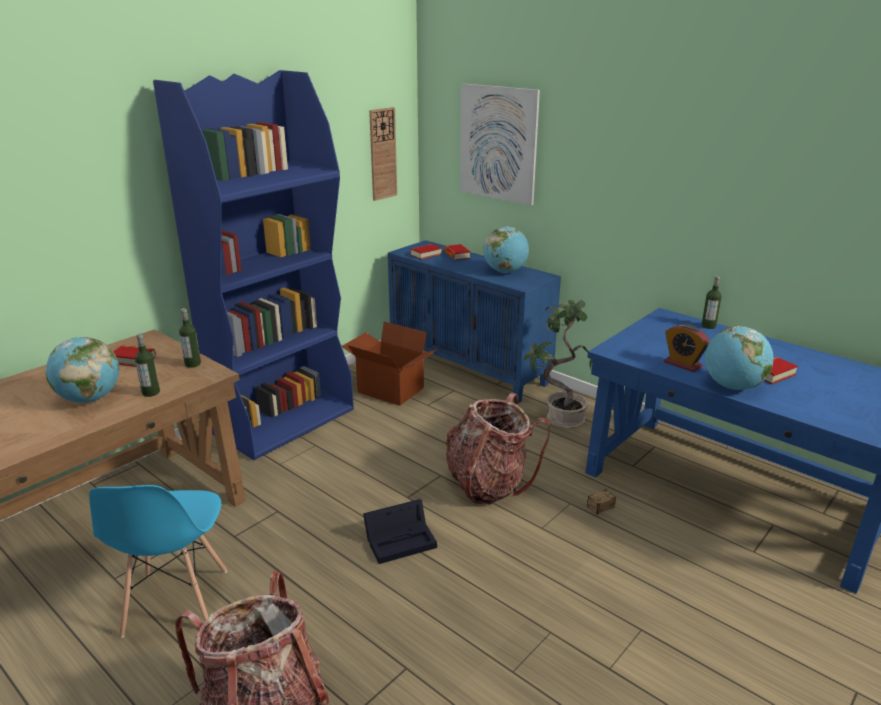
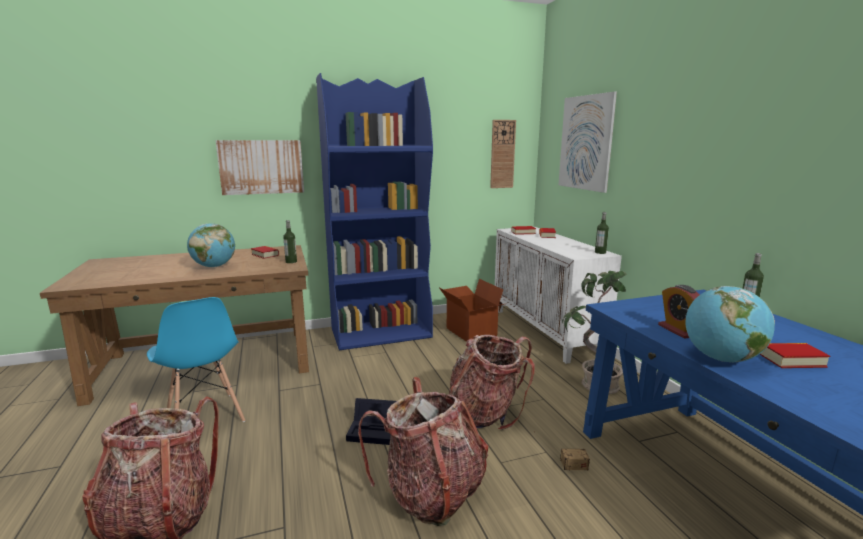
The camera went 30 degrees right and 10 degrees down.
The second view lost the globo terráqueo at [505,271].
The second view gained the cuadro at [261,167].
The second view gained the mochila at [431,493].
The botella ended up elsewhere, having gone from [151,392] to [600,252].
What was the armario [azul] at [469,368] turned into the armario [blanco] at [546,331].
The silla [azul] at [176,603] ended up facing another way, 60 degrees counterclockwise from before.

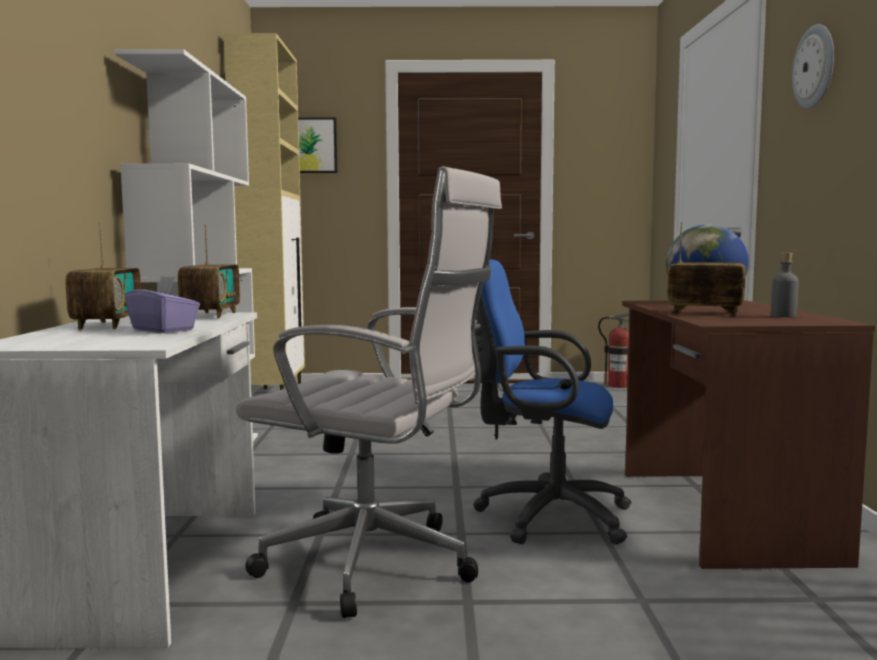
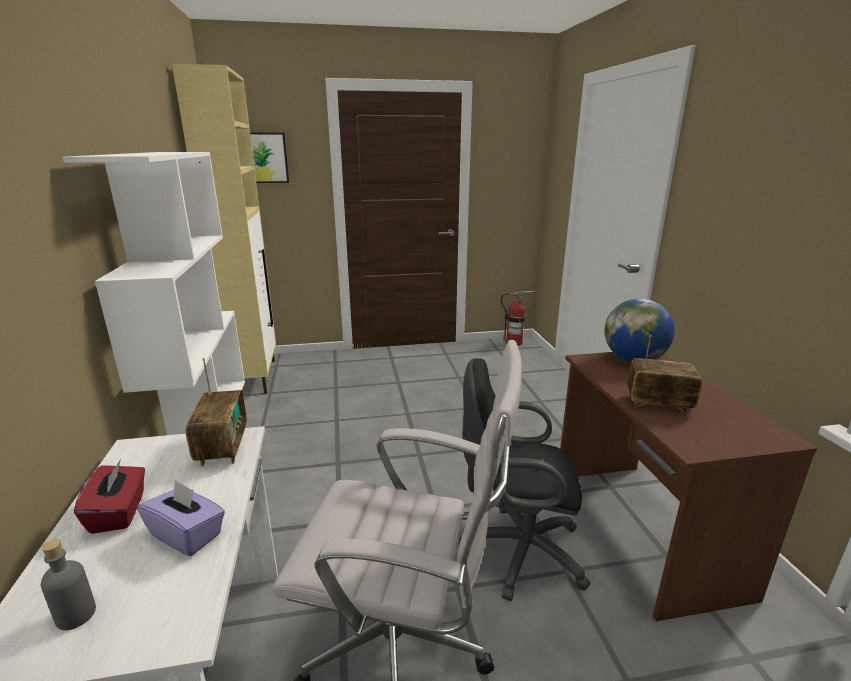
The camera went 10 degrees left and 15 degrees up.
The second view lost the reloj de pared at [815,67].
The botella [gris] ended up elsewhere, having gone from [783,316] to [76,615].
Where the radio stood at [107,325], the caja de pañuelos [rojo] came to stand at [119,512].
What was the silla de oficina [azul] at [545,516] turned into the silla de oficina [negro] at [516,551].

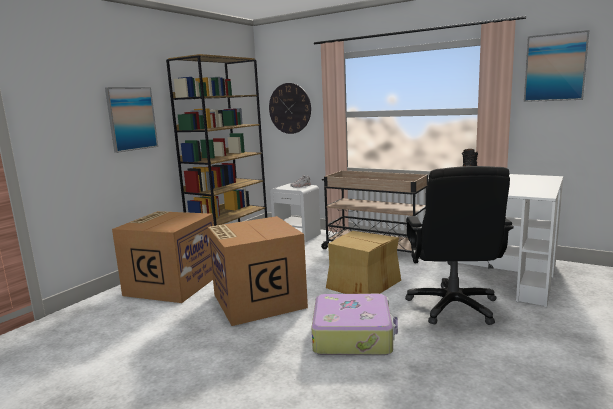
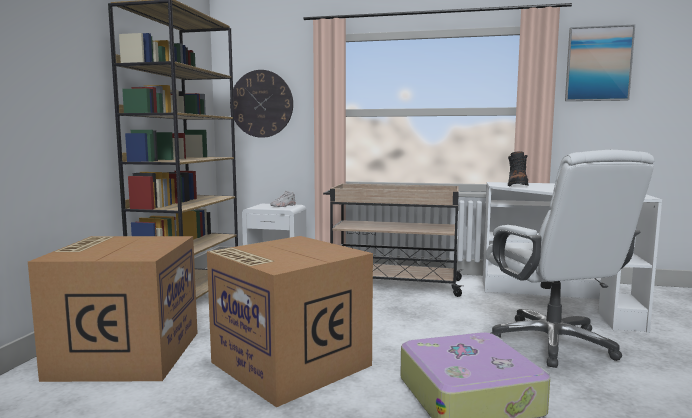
The camera went 20 degrees left and 5 degrees down.
The second view lost the cuadro at [131,118].
The second view lost the caja de cartón at [362,284].
What was the silla de oficina [negro] at [453,306] turned into the silla de oficina [blanco] at [553,343].

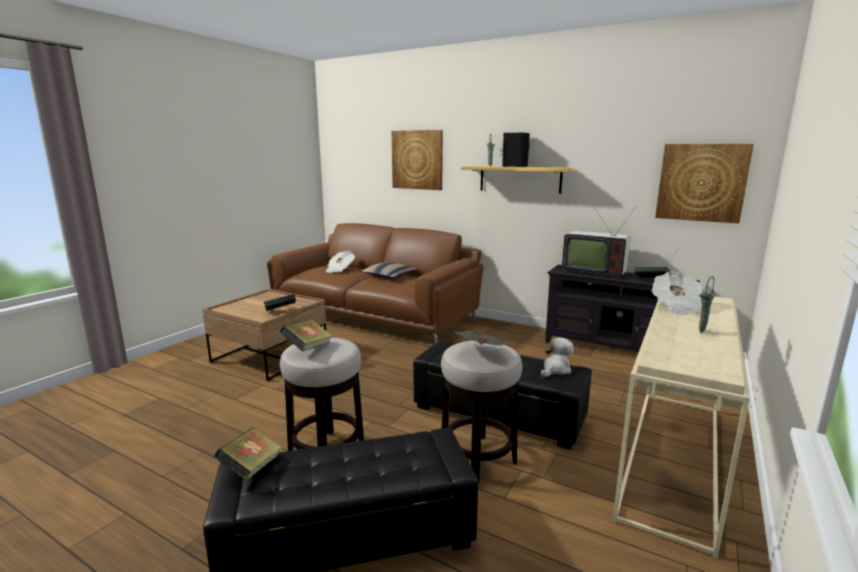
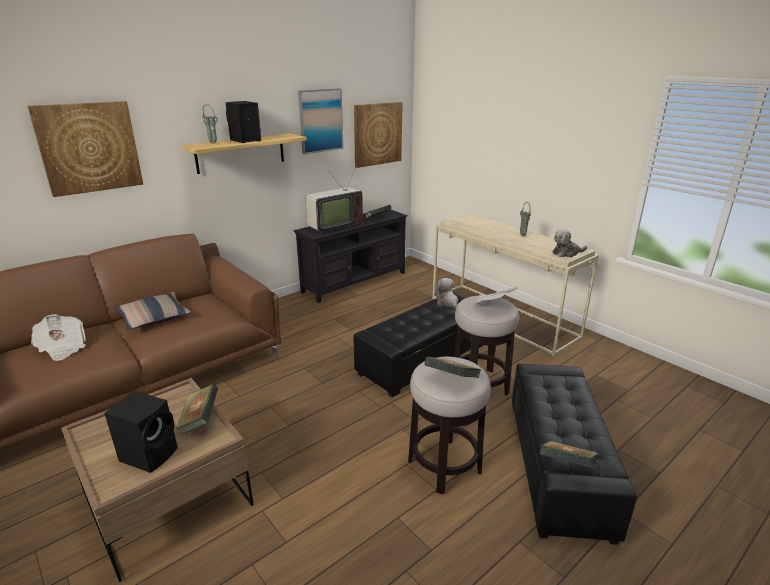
The camera went 70 degrees left and 10 degrees up.
The second view lost the periódico at [677,307].
The second view gained the altavoz [negro] at [151,454].
The second view gained the cuadro at [320,120].
The second view gained the peluche at [566,253].

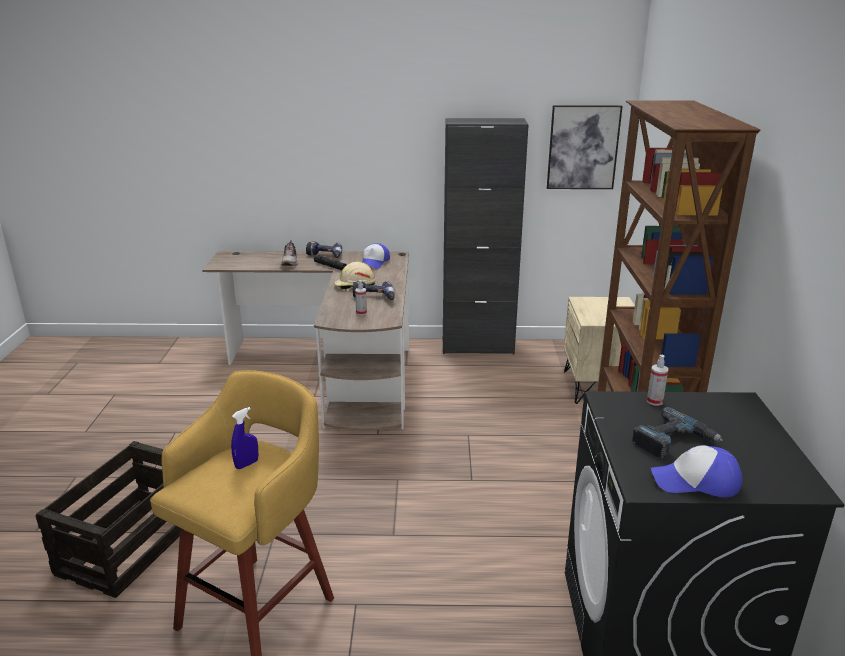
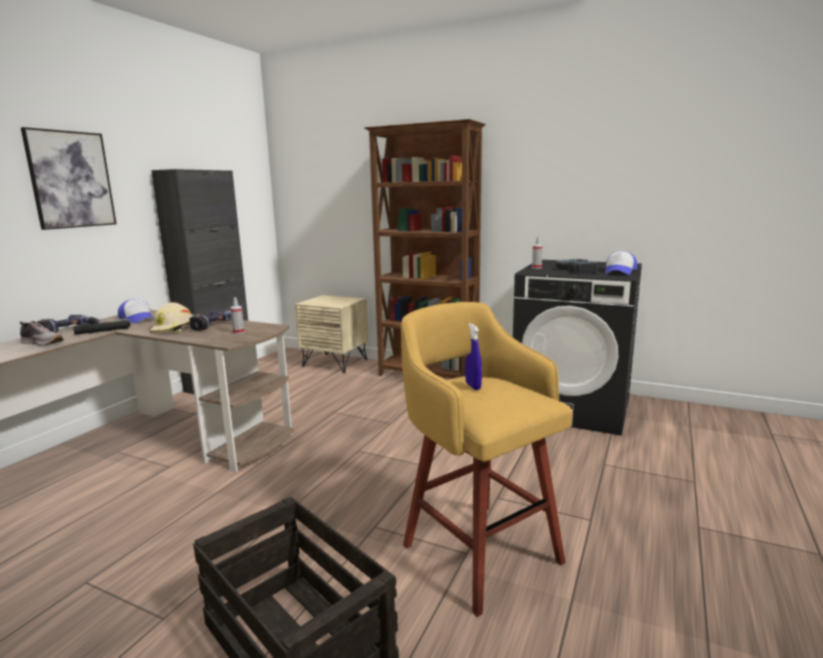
The camera went 65 degrees left and 10 degrees down.
The cuadro ended up elsewhere, having gone from [583,147] to [71,180].

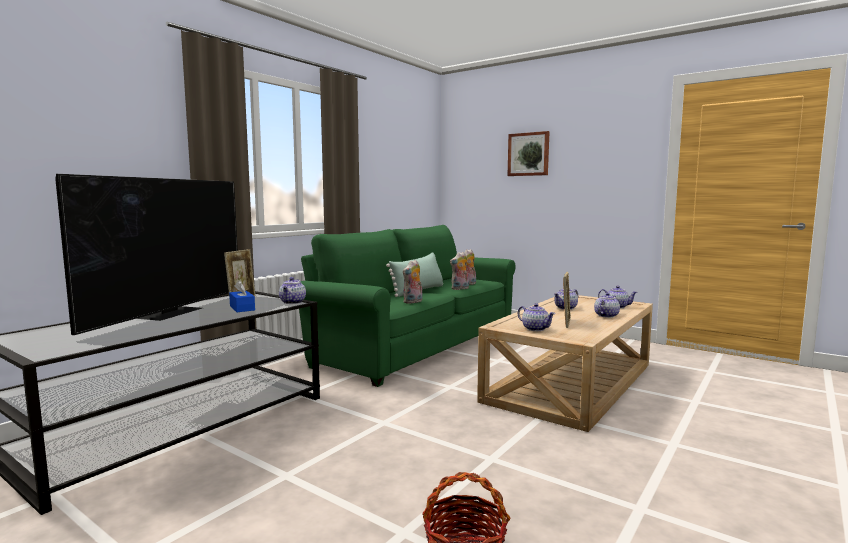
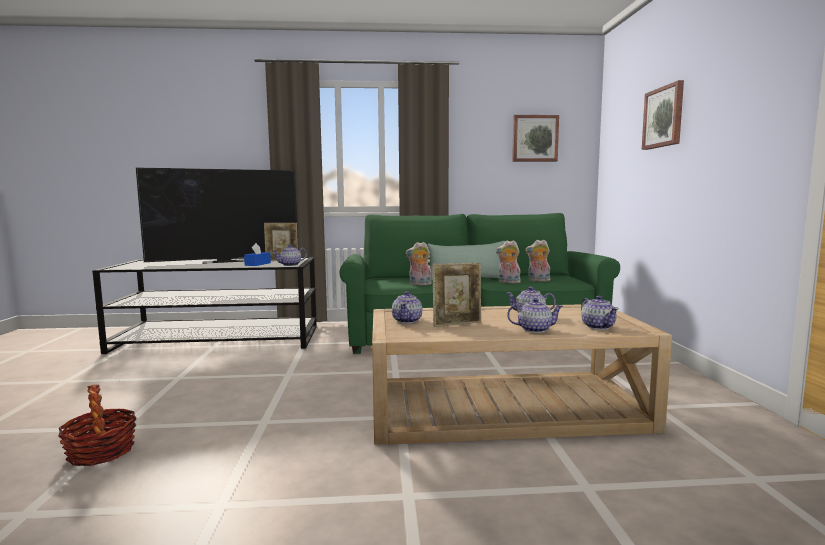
The camera went 50 degrees right and 0 degrees up.
The second view gained the cuadro at [534,138].

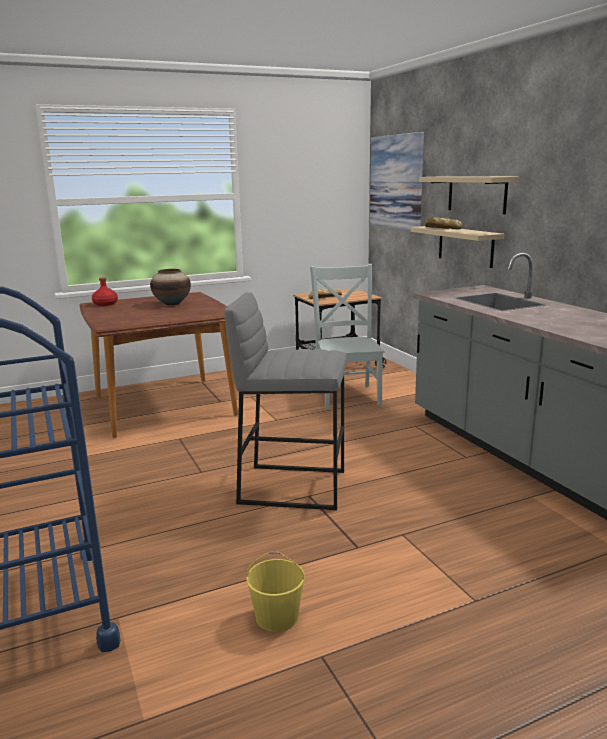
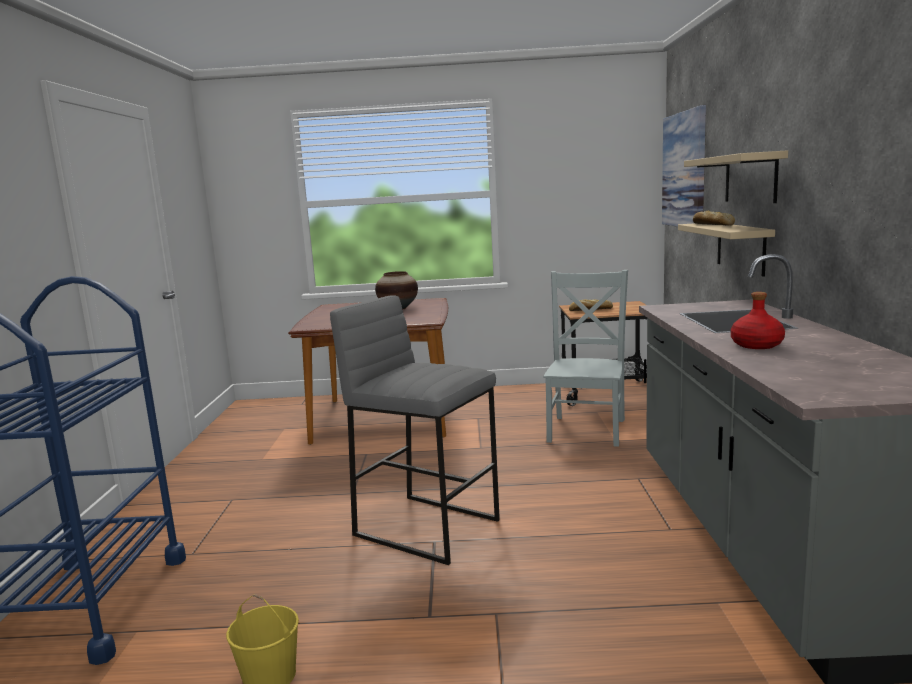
The camera went 25 degrees right and 5 degrees down.
The botella [rojo] ended up elsewhere, having gone from [105,304] to [757,345].

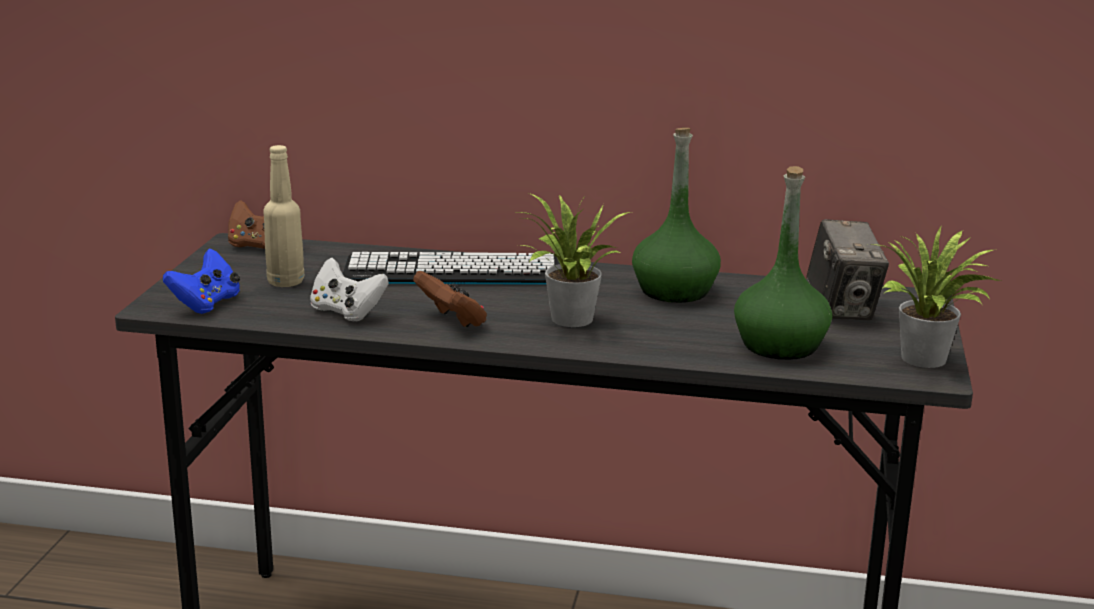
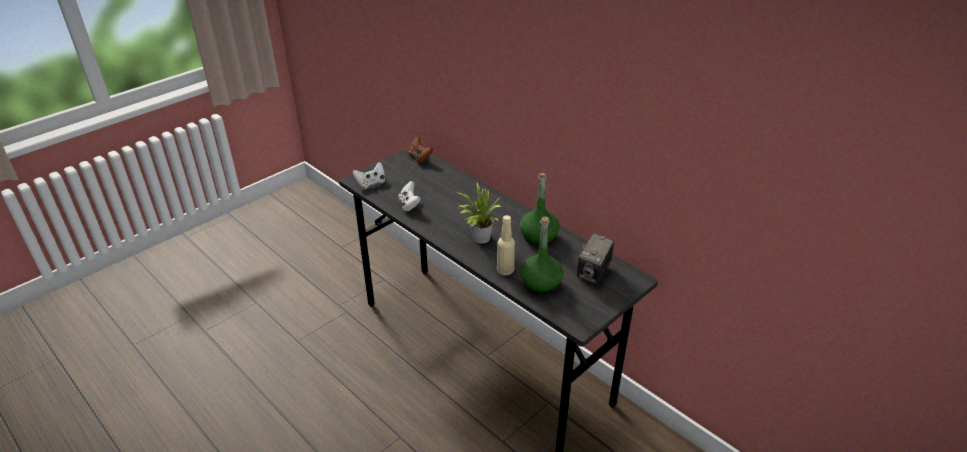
The camera went 35 degrees right and 15 degrees up.
The second view lost the teclado at [452,272].
The second view lost the mando de consola [marrón] at [452,321].
The second view lost the planta en maceta at [926,361].
The botella [beis] ended up elsewhere, having gone from [285,282] to [505,270].
What was the mando de consola [azul] at [206,304] turned into the mando de consola [blanco] at [371,183].

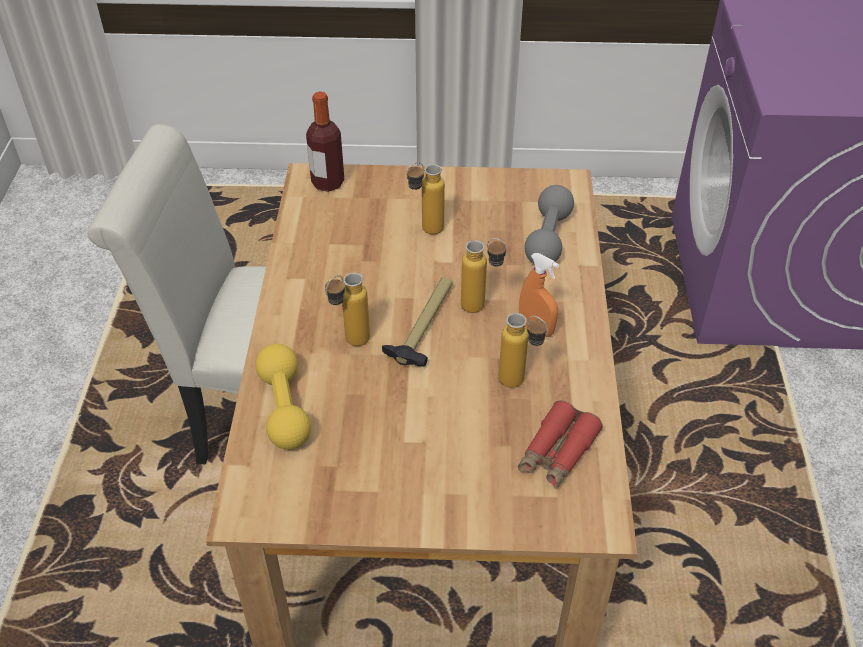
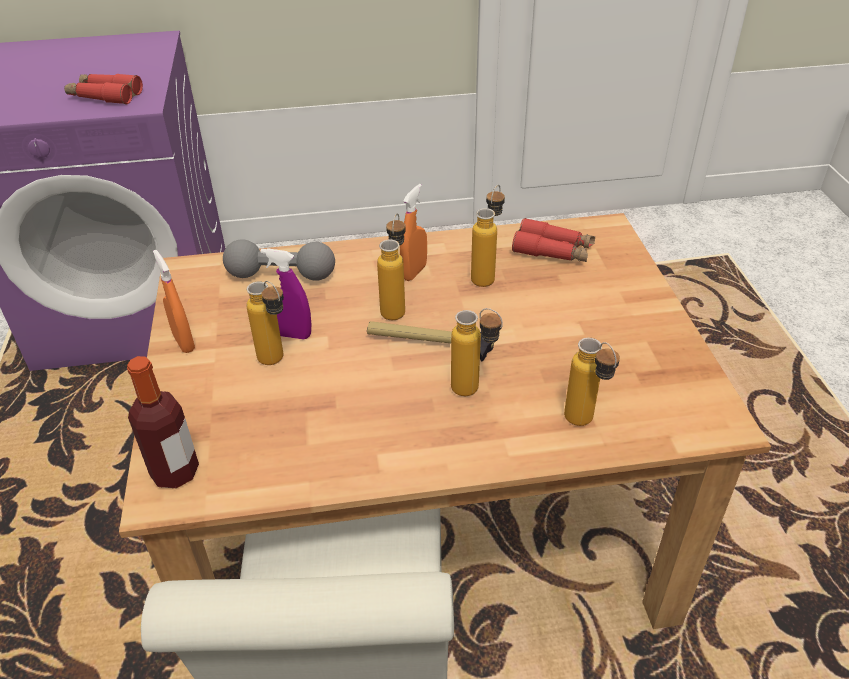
The camera went 100 degrees left and 5 degrees down.
The second view gained the prismáticos [rojo] at [105,96].
The second view gained the pulverizador [naranja] at [184,342].
The second view gained the pulverizador [morado] at [291,335].
Where the mancuerna [amarillo] stood at [284,408], the botella came to stand at [585,425].

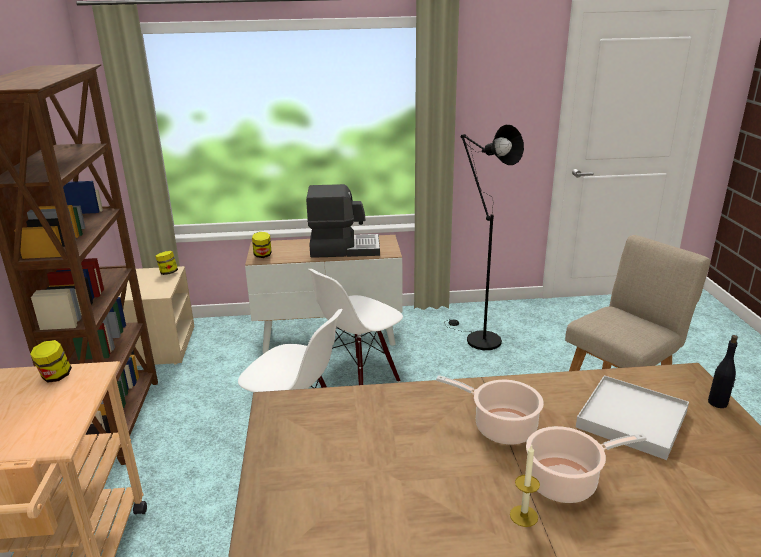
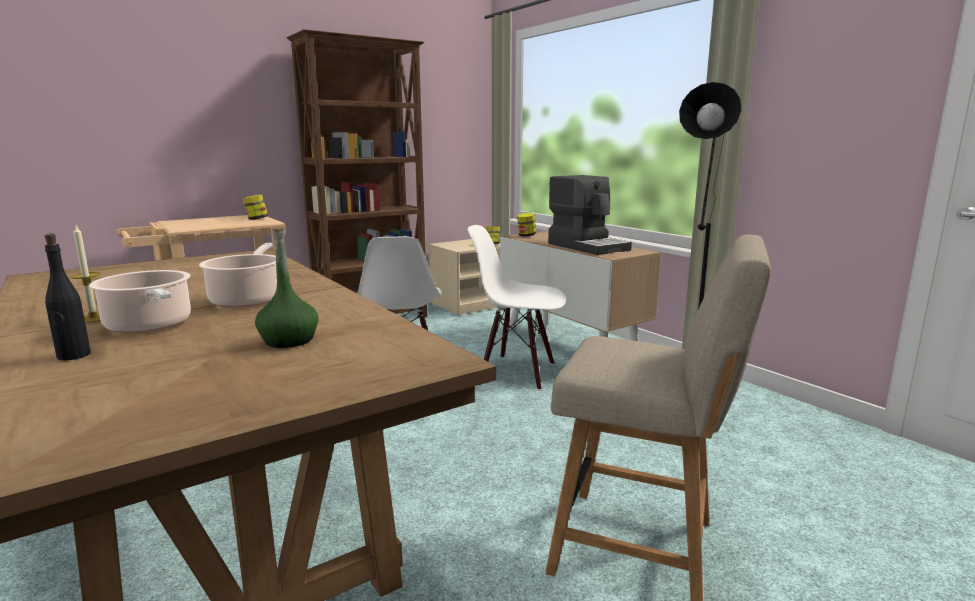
The camera went 60 degrees right and 10 degrees down.
The botella [negro] ended up elsewhere, having gone from [718,403] to [73,356].
Where the bandeja [blanco] stood at [632,419], the botella [verde] came to stand at [289,341].

